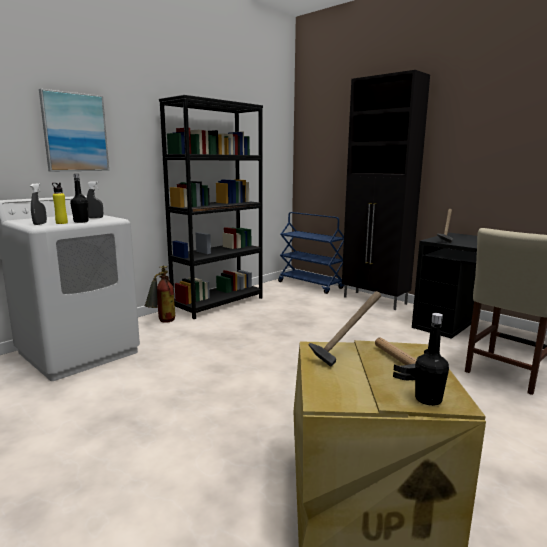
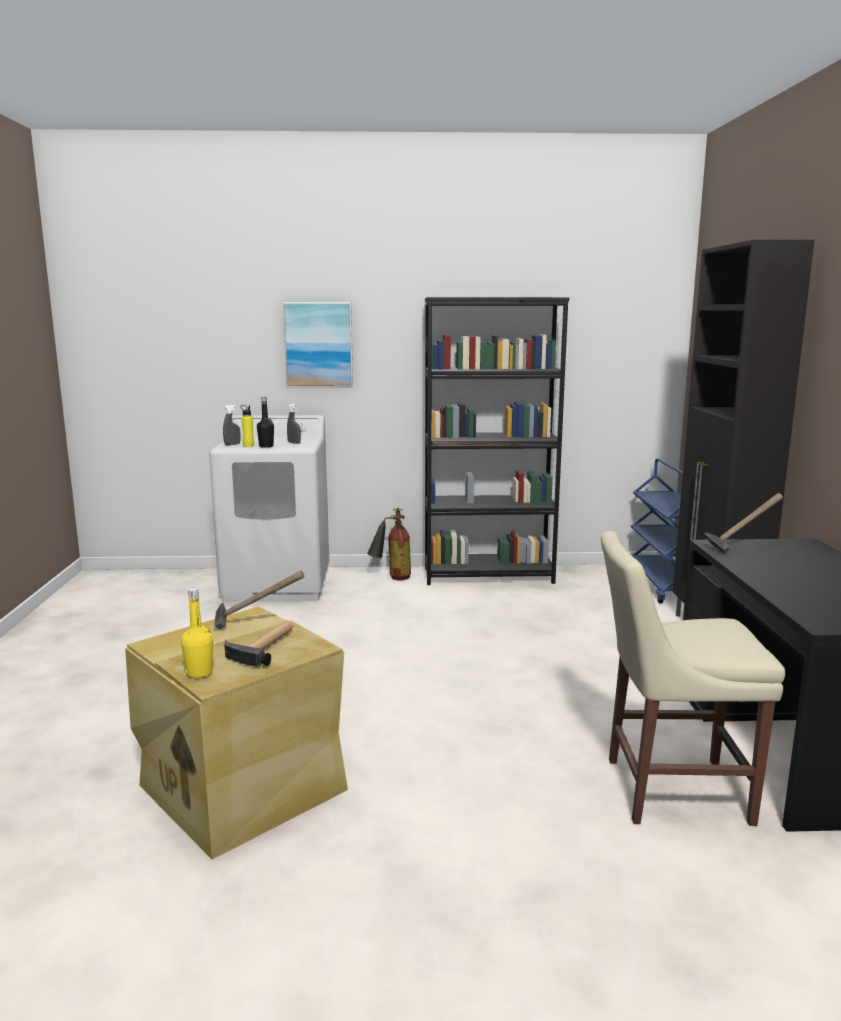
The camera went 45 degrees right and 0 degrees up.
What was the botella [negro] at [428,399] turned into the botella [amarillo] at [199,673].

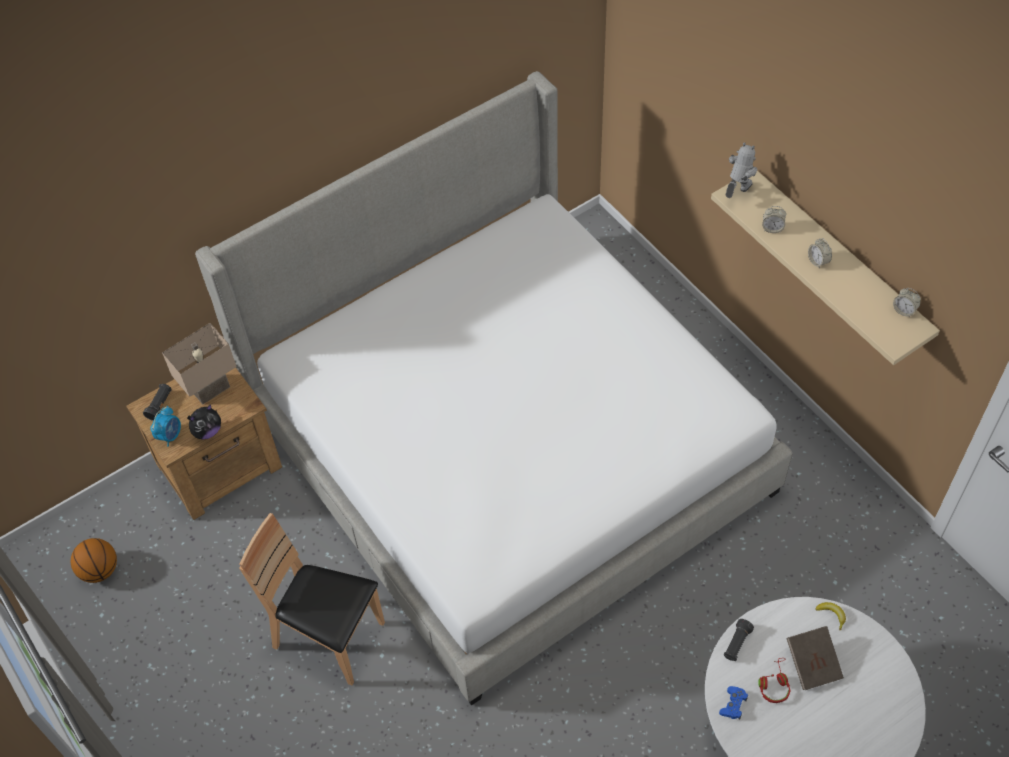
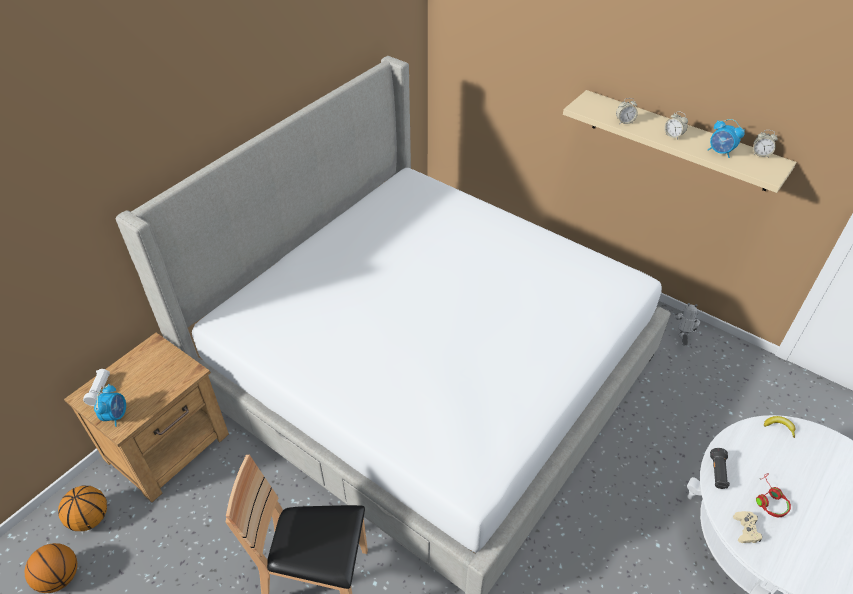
The camera went 20 degrees left and 10 degrees down.
The second view lost the lámpara de mesa [beis] at [210,388].
The second view lost the peluche at [207,431].
The second view lost the libro [marrón] at [813,663].
The second view gained the balón de baloncesto at [90,518].
The second view gained the despertador at [720,152].
The robot de juguete ended up elsewhere, having gone from [737,192] to [681,339].
What was the linterna [negro] at [160,405] turned into the linterna [blanco] at [100,391].
What was the mando de consola [azul] at [733,705] turned into the mando de consola [beis] at [746,529].

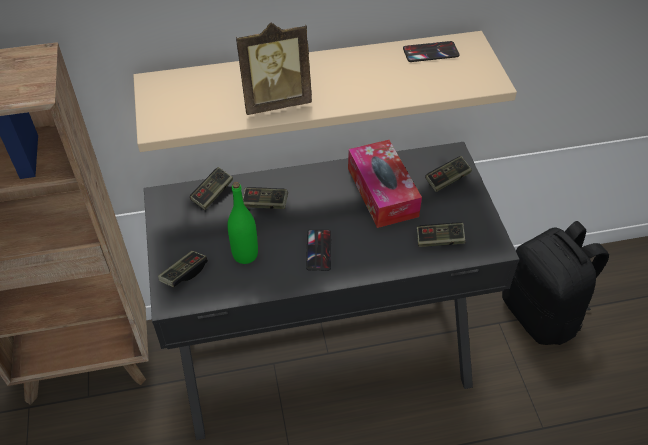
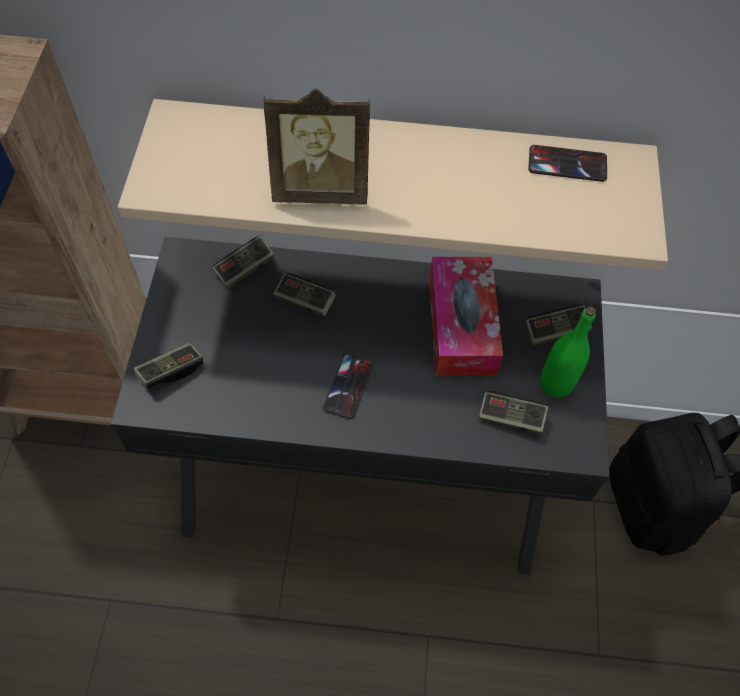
The camera went 15 degrees right and 10 degrees up.
The botella [verde] ended up elsewhere, having gone from [245,254] to [555,384].

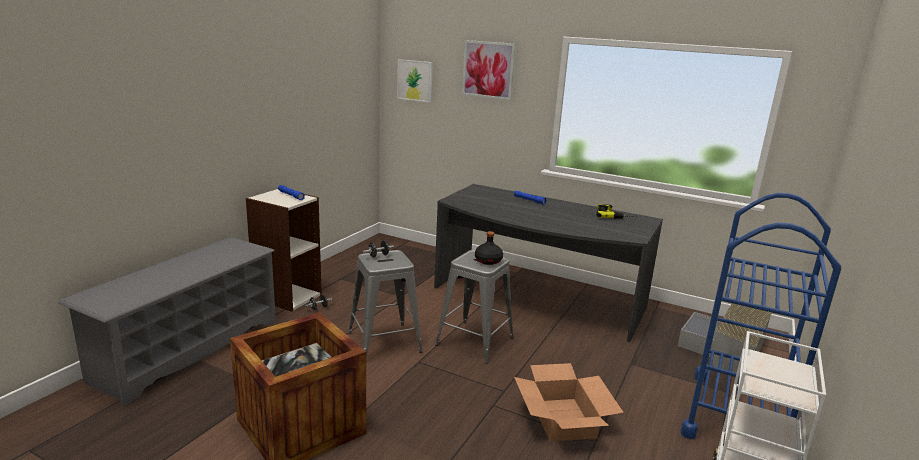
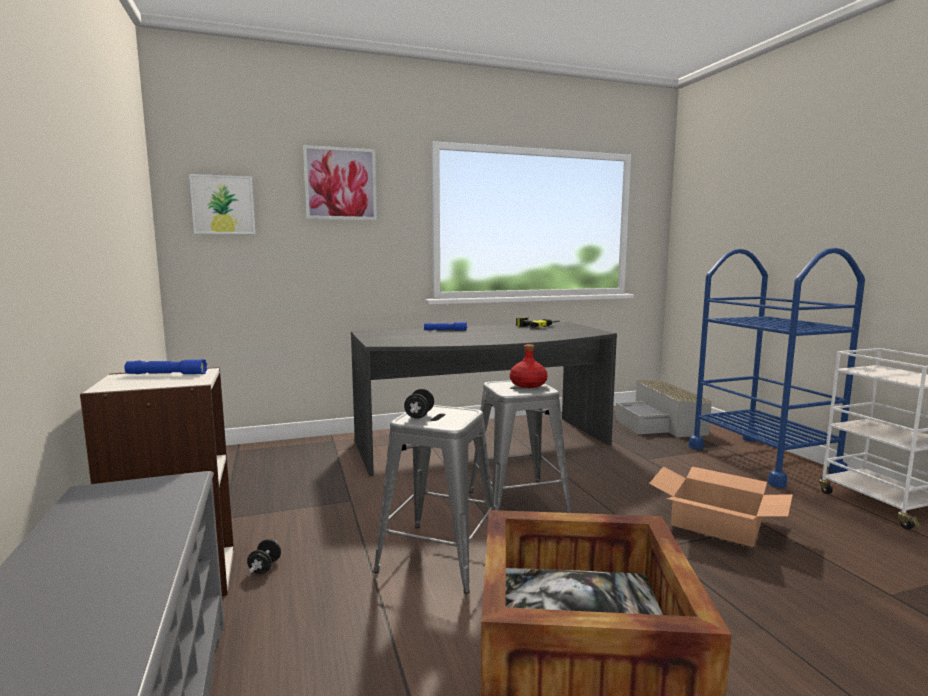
The camera went 45 degrees left and 10 degrees down.
What was the botella [negro] at [488,261] turned into the botella [rojo] at [528,384].

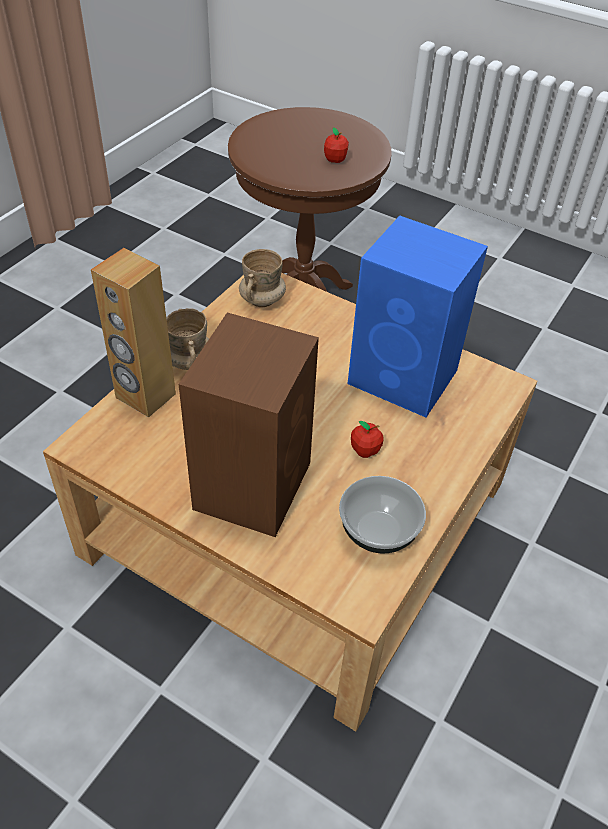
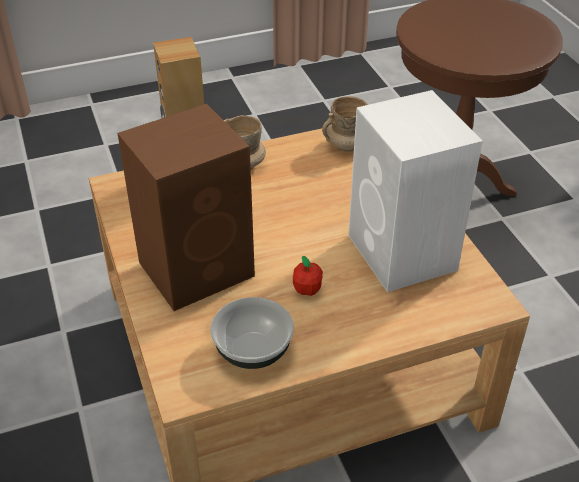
The camera went 40 degrees right and 5 degrees down.
The second view lost the manzana at [335,160].
What was the altavoz [azul] at [405,378] turned into the altavoz [blanco] at [403,254].

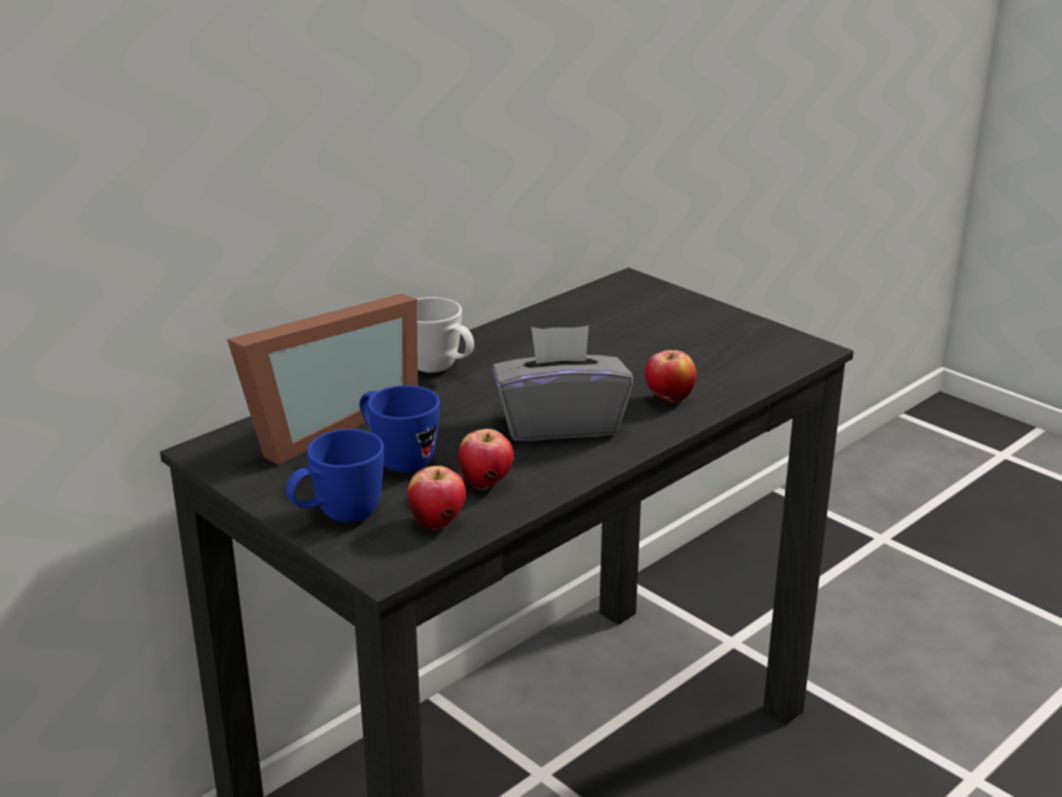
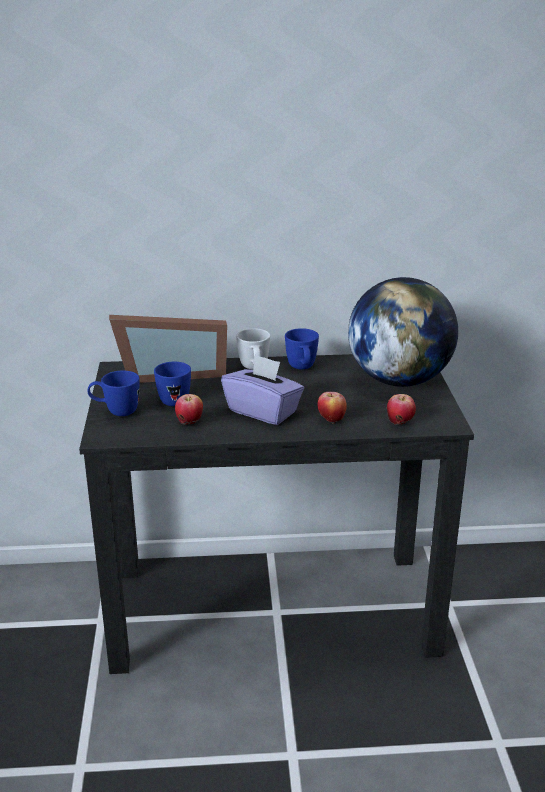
The camera went 40 degrees right and 0 degrees up.
The second view gained the taza grande [azul] at [302,369].
The second view gained the globo terráqueo at [399,380].
The manzana ended up elsewhere, having gone from [437,523] to [400,423].
What was the caja de pañuelos [gris] at [560,424] turned into the caja de pañuelos [morado] at [263,411].

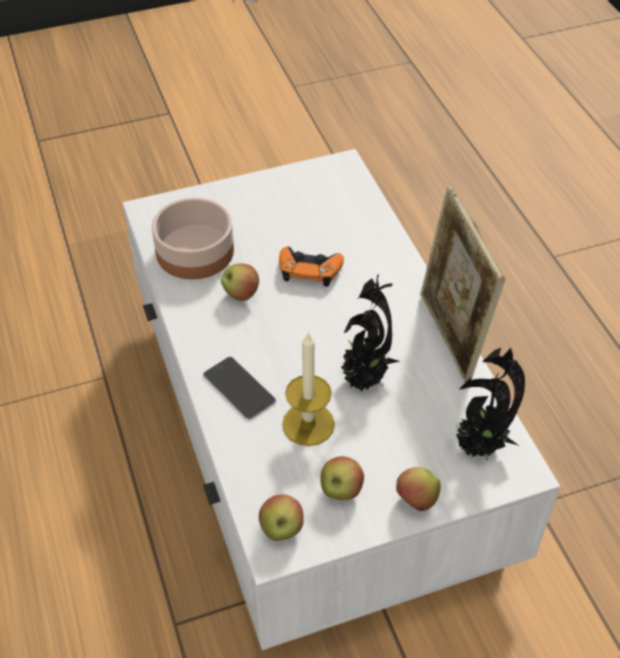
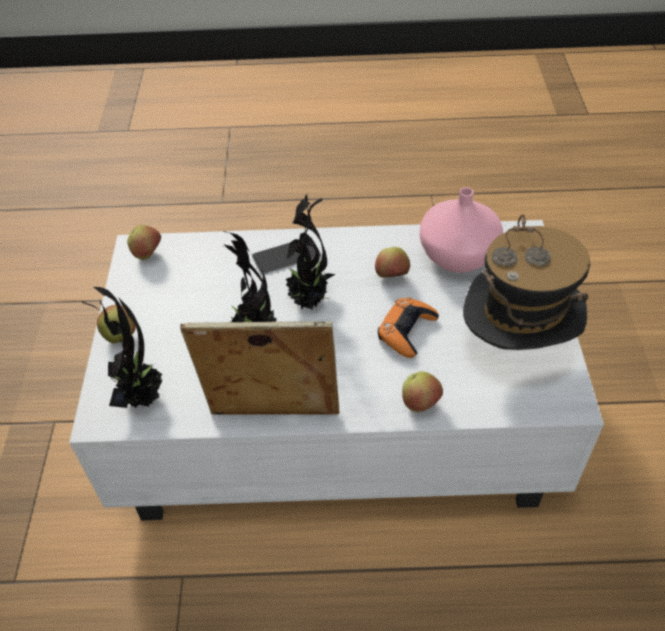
The camera went 110 degrees right and 0 degrees up.
The second view lost the vela at [308,424].
The second view gained the planta en maceta at [309,301].
The second view gained the sombrero at [515,348].
The manzana ended up elsewhere, having gone from [340,491] to [420,404].
Where the cuenco stood at [195,251], the florero [rosa] came to stand at [459,256].

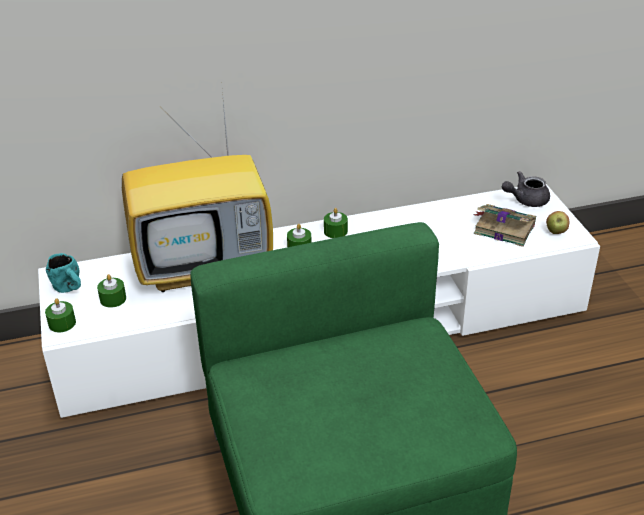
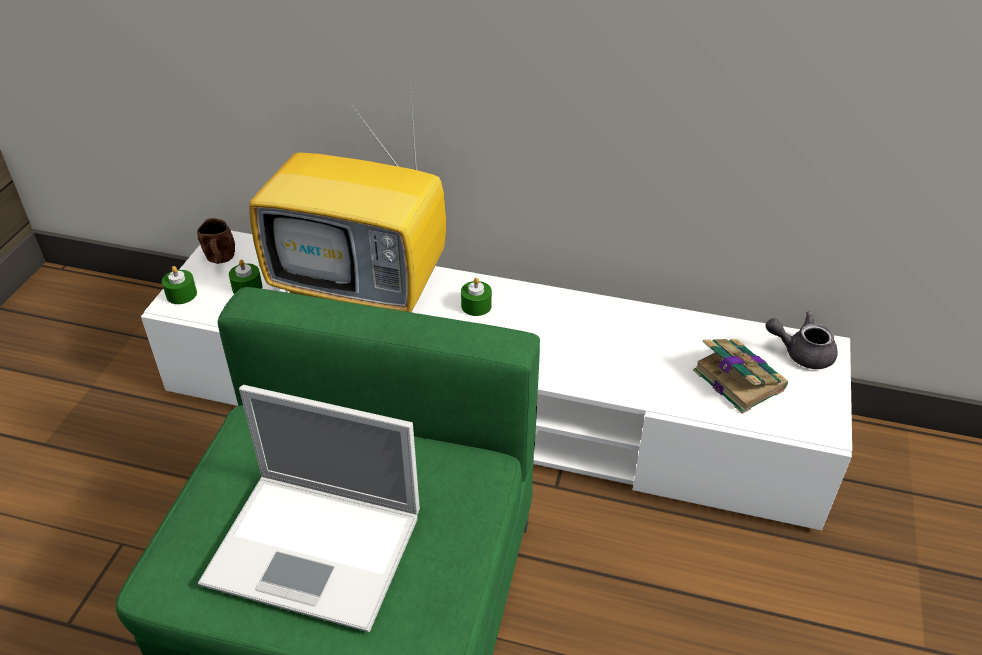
The camera went 30 degrees right and 5 degrees up.
The second view lost the vela [verde] at [335,231].
The second view lost the manzana at [556,232].
The second view gained the portátil at [318,549].
What was the taza grande [turquesa] at [70,289] turned into the taza grande [marrón] at [221,261].

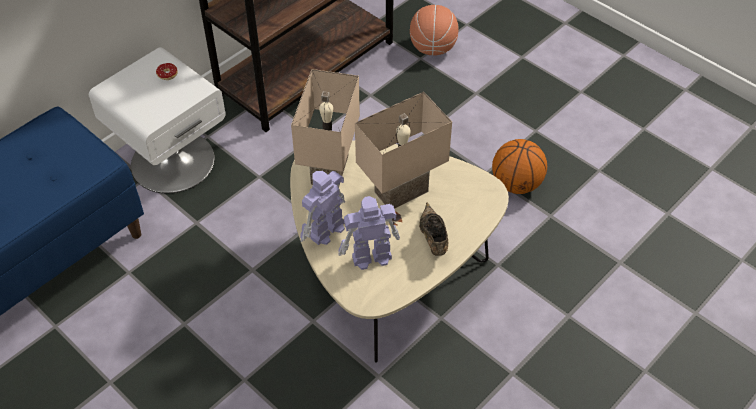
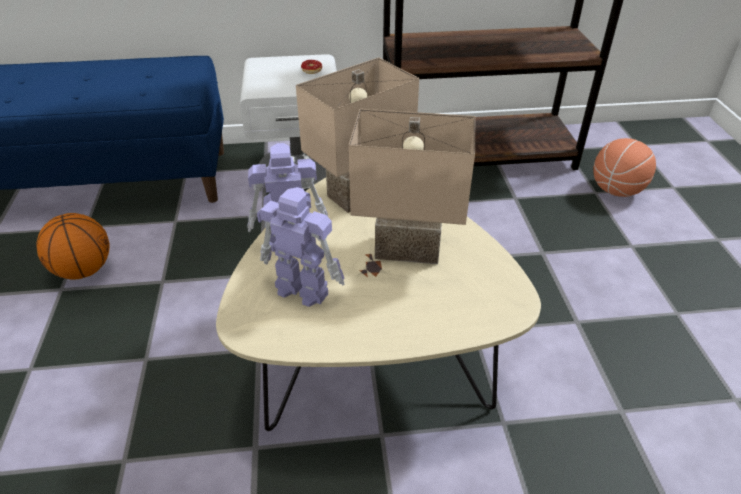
The camera went 40 degrees right and 10 degrees down.
The second view lost the zapato [marrón] at [433,239].
The balón de baloncesto ended up elsewhere, having gone from [516,184] to [84,270].

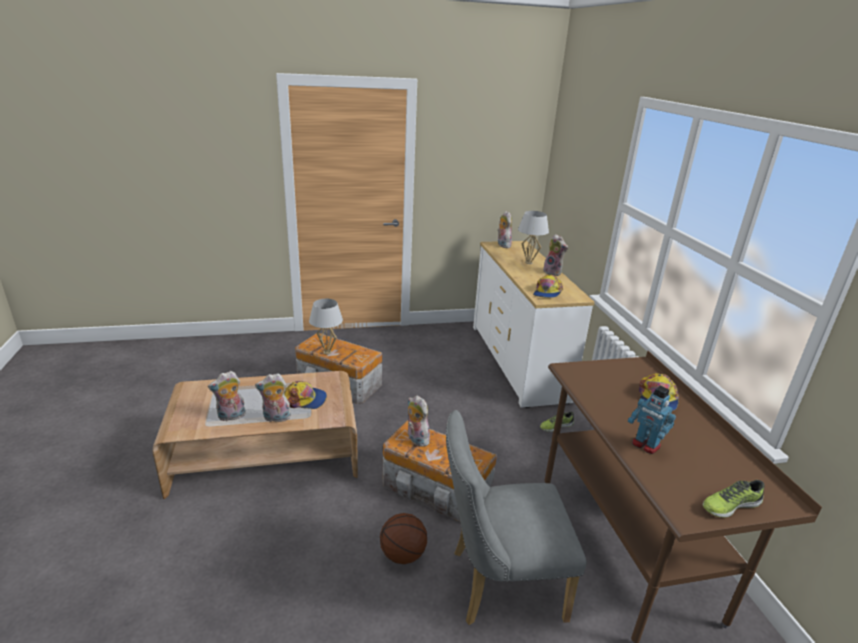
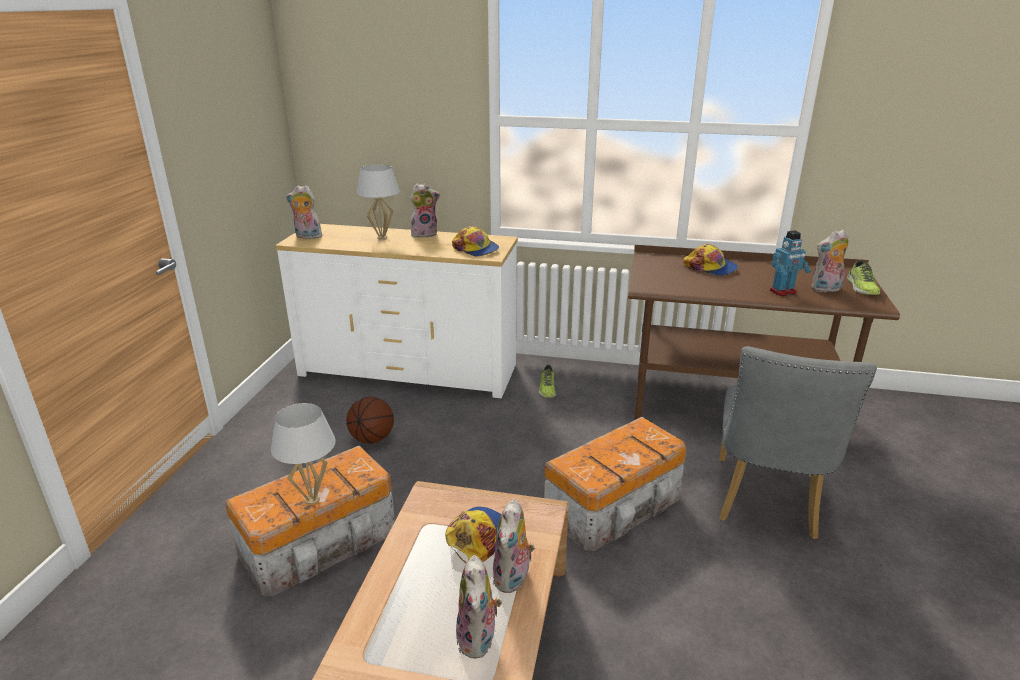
The camera went 65 degrees left and 0 degrees up.
The balón de baloncesto ended up elsewhere, having gone from [403,554] to [372,438].
The peluche ended up elsewhere, having gone from [416,439] to [826,289].

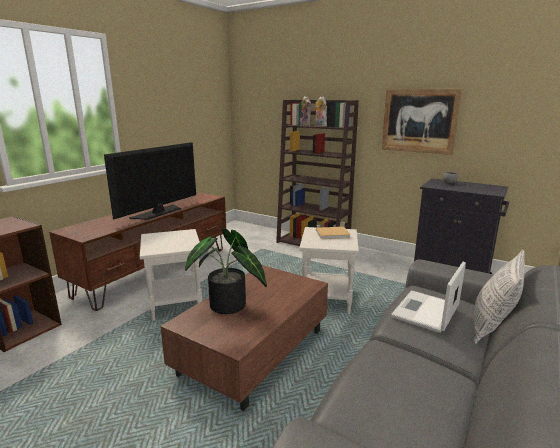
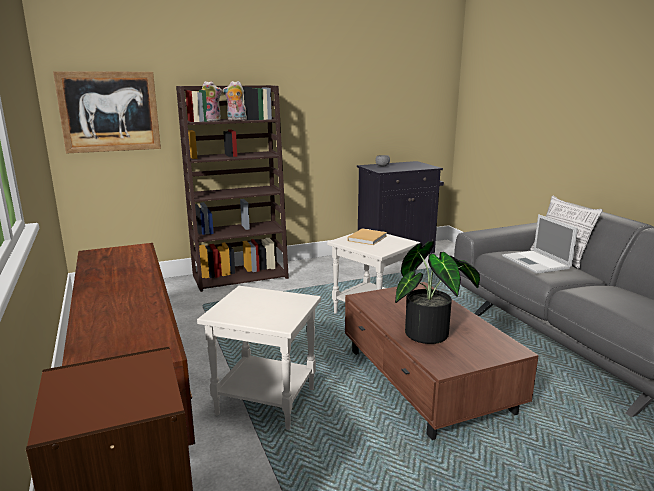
The camera went 55 degrees left and 0 degrees up.
The second view lost the televisor at [158,212].
The cuadro ended up elsewhere, having gone from [419,121] to [109,112].

